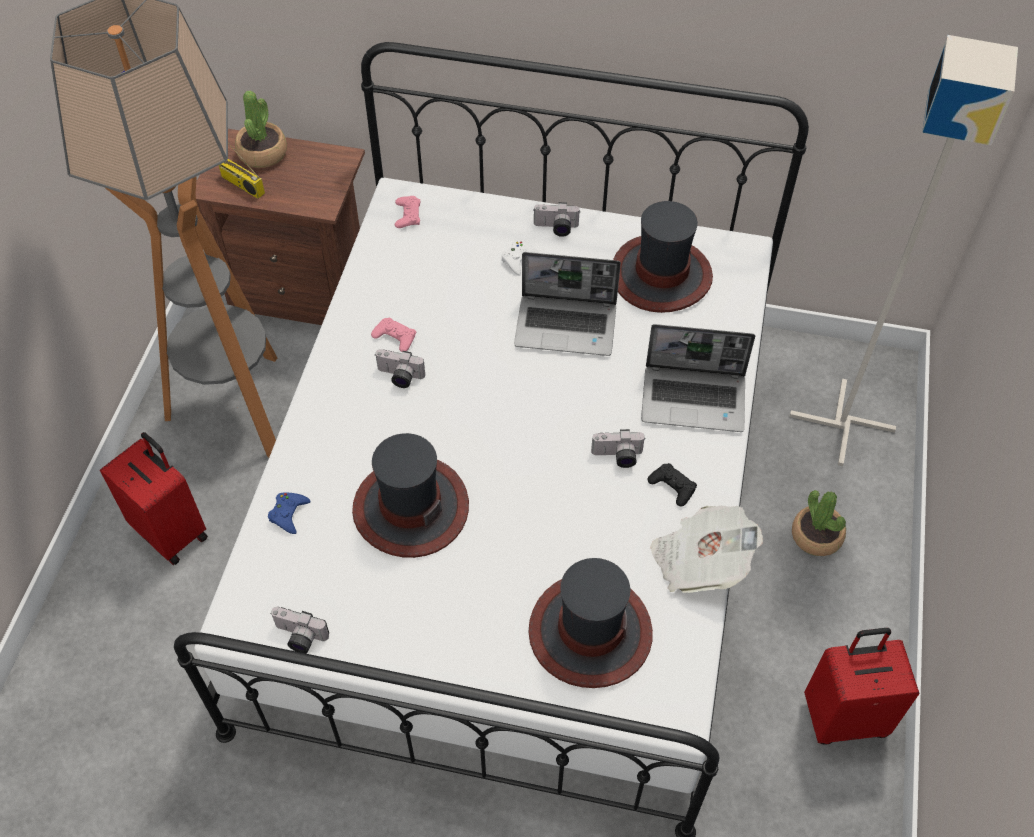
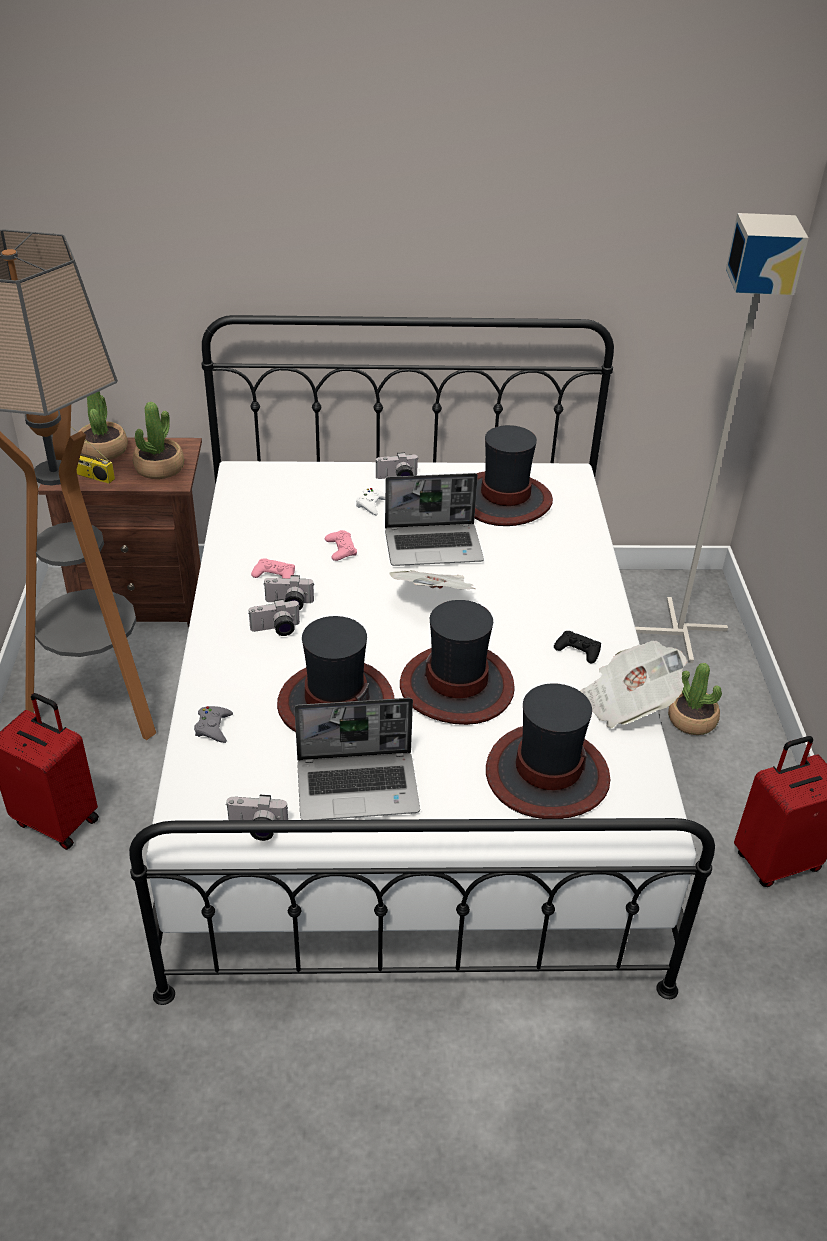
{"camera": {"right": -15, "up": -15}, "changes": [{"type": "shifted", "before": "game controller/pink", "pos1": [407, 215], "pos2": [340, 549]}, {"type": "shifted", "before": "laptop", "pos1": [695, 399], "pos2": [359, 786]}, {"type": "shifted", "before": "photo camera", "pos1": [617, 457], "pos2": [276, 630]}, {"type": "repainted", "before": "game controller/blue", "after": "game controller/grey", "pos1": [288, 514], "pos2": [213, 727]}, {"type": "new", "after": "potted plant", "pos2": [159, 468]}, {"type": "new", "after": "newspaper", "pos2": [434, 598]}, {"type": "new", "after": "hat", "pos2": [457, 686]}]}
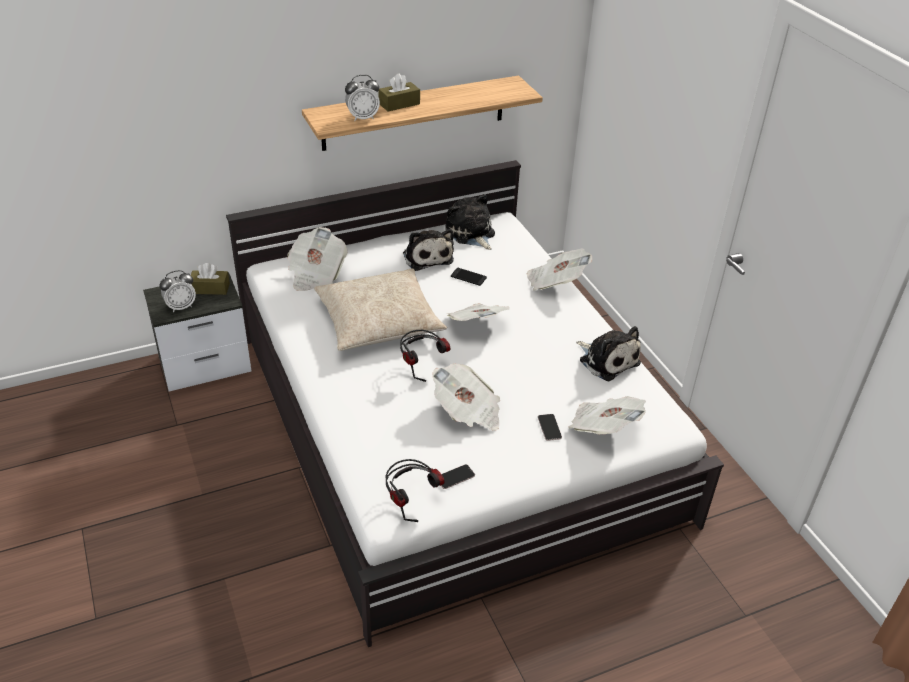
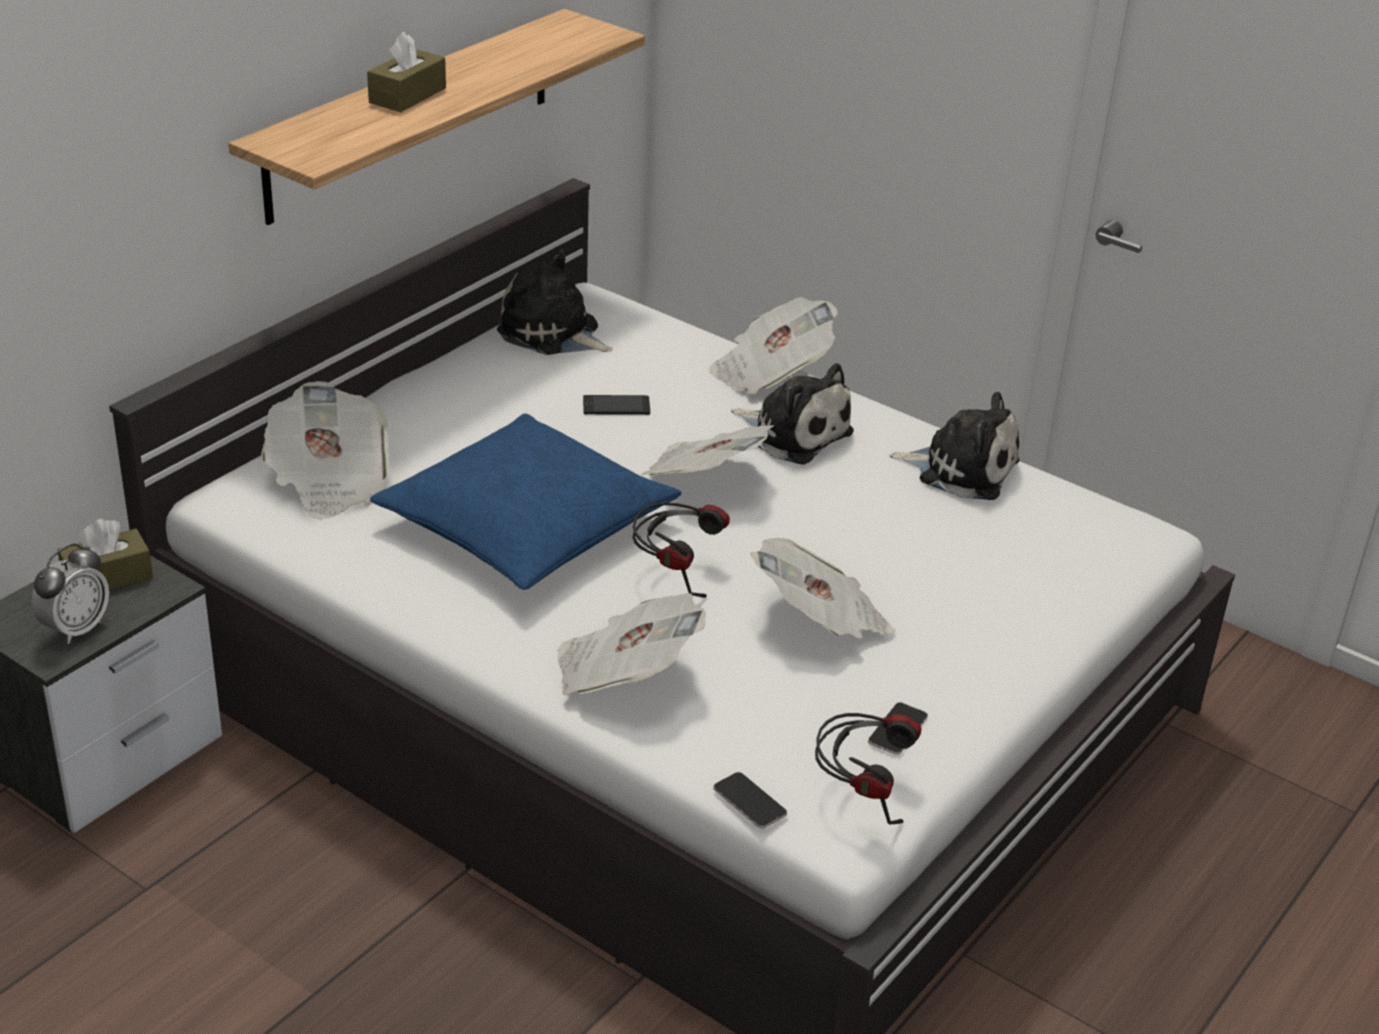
{"camera": {"right": -30, "up": -5}, "changes": [{"type": "gone", "before": "alarm clock", "pos1": [363, 117]}, {"type": "shifted", "before": "plush toy", "pos1": [427, 256], "pos2": [793, 433]}, {"type": "repainted", "before": "pillow/beige", "after": "pillow/blue", "pos1": [378, 321], "pos2": [525, 525]}, {"type": "shifted", "before": "newspaper", "pos1": [603, 428], "pos2": [624, 675]}, {"type": "shifted", "before": "phone", "pos1": [549, 427], "pos2": [749, 801]}]}
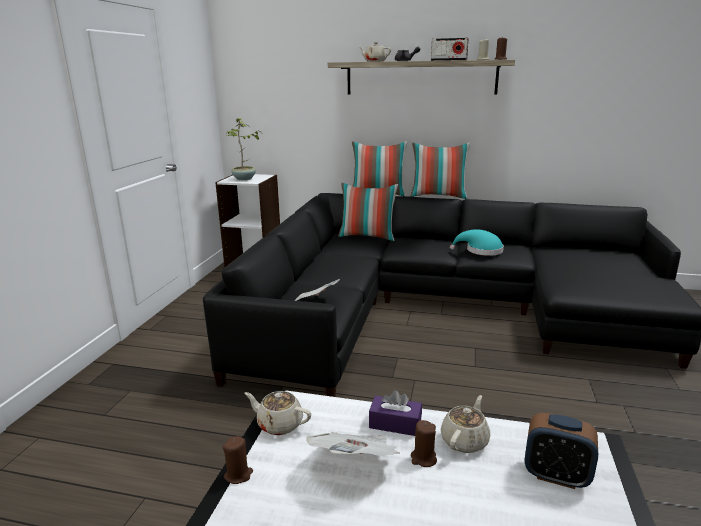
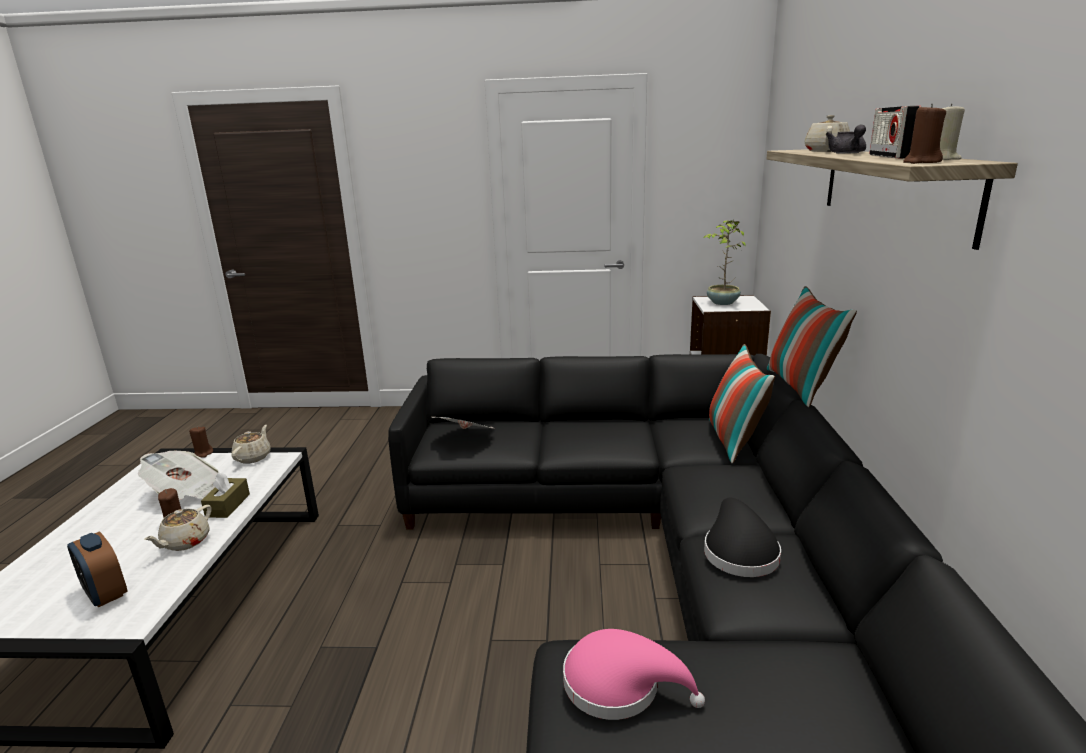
{"camera": {"right": 80, "up": 0}, "changes": [{"type": "gone", "before": "pillow", "pos1": [438, 196]}, {"type": "repainted", "before": "hat/turquoise", "after": "hat/black", "pos1": [481, 251], "pos2": [738, 551]}, {"type": "repainted", "before": "tissue box/purple", "after": "tissue box/brown", "pos1": [395, 424], "pos2": [228, 505]}, {"type": "rotated", "before": "teapot/beige", "pos1": [465, 440], "pos2": [185, 542], "turn": 90}, {"type": "rotated", "before": "alarm clock", "pos1": [556, 475], "pos2": [105, 594], "turn": -60}, {"type": "new", "after": "hat/pink", "pos2": [619, 685]}]}
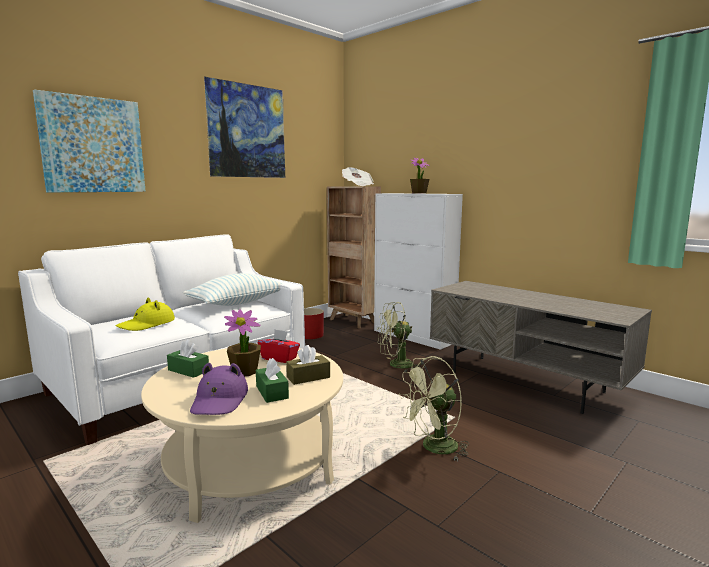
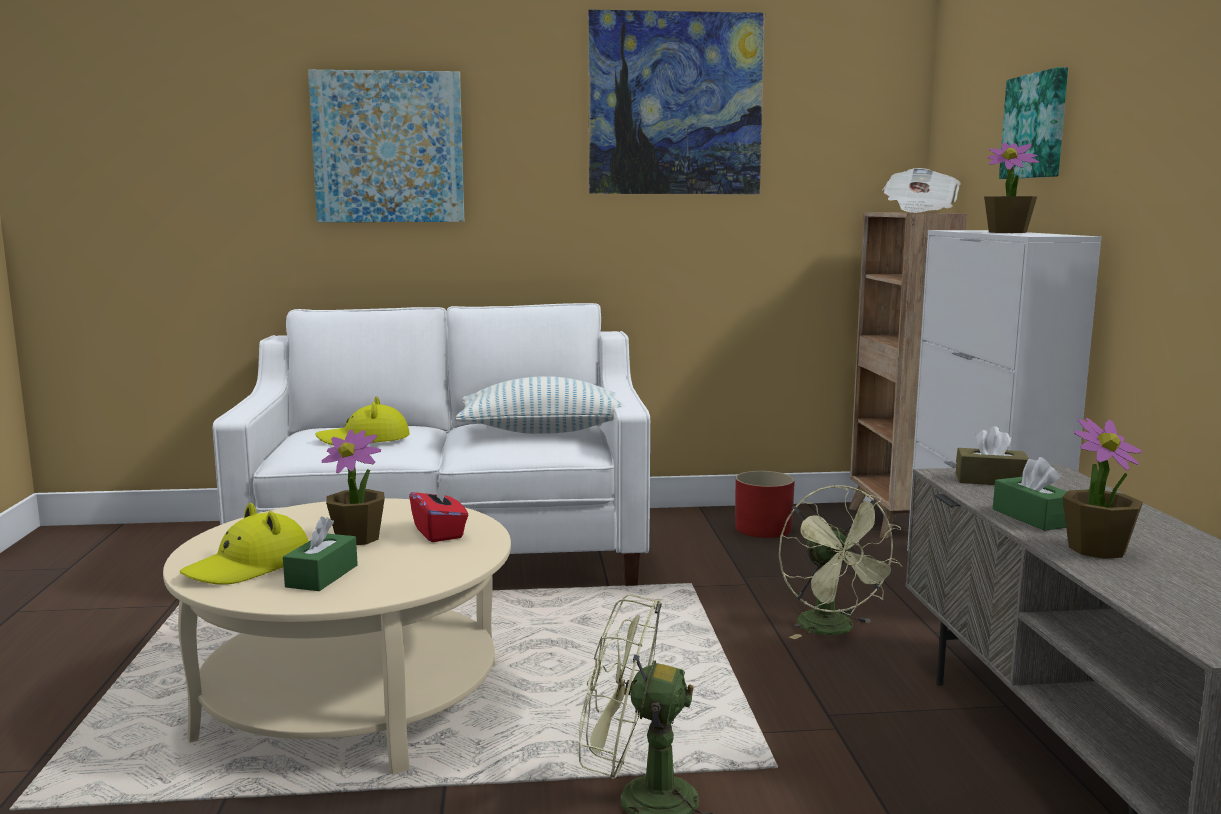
{"camera": {"right": 40, "up": 0}, "changes": [{"type": "rotated", "before": "fan/green", "pos1": [396, 365], "pos2": [834, 630], "turn": -135}, {"type": "shifted", "before": "tissue box/green", "pos1": [188, 370], "pos2": [1032, 517]}, {"type": "shifted", "before": "tissue box/brown", "pos1": [308, 377], "pos2": [990, 480]}, {"type": "repainted", "before": "hat/purple", "after": "hat/yellow", "pos1": [220, 400], "pos2": [249, 566]}, {"type": "new", "after": "picture", "pos2": [1036, 126]}, {"type": "new", "after": "potted plant", "pos2": [1097, 549]}]}
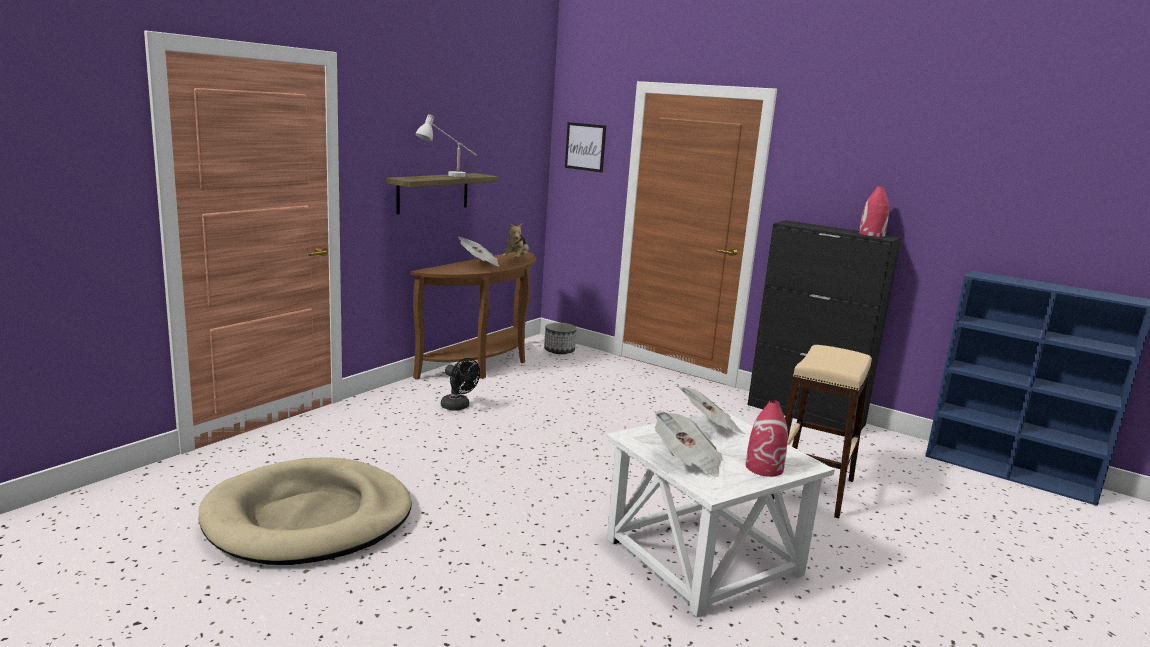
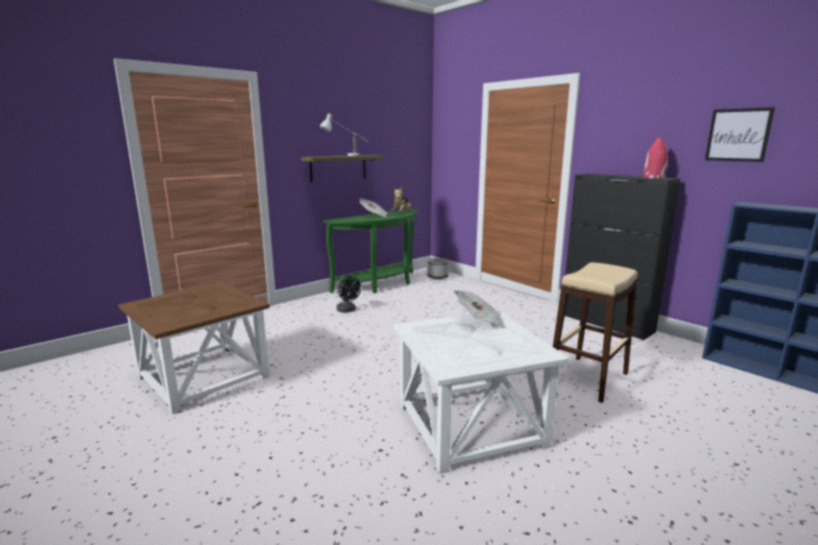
{"camera": {"right": 15, "up": 0}, "changes": [{"type": "shifted", "before": "picture", "pos1": [585, 147], "pos2": [738, 135]}, {"type": "repainted", "before": "console table/brown", "after": "console table/green", "pos1": [484, 364], "pos2": [381, 285]}, {"type": "gone", "before": "vase/red", "pos1": [764, 468]}, {"type": "gone", "before": "newspaper", "pos1": [687, 461]}, {"type": "swapped", "before": "dog bed/beige", "after": "side table/brown", "pos1": [309, 518], "pos2": [205, 377]}]}
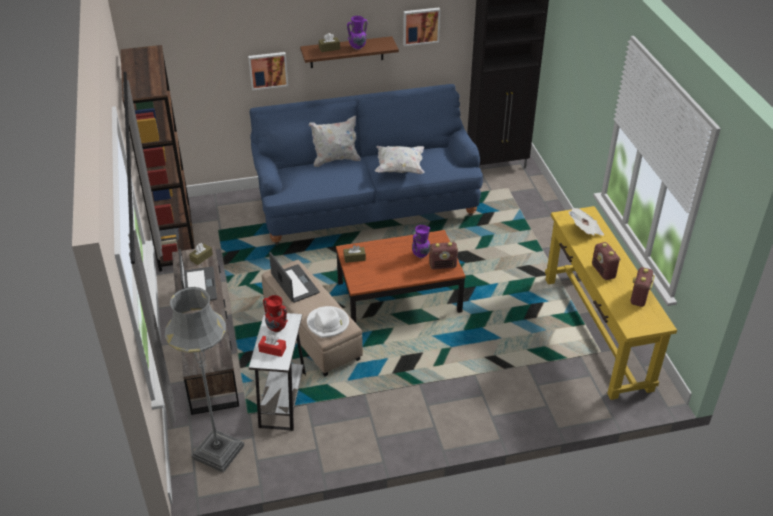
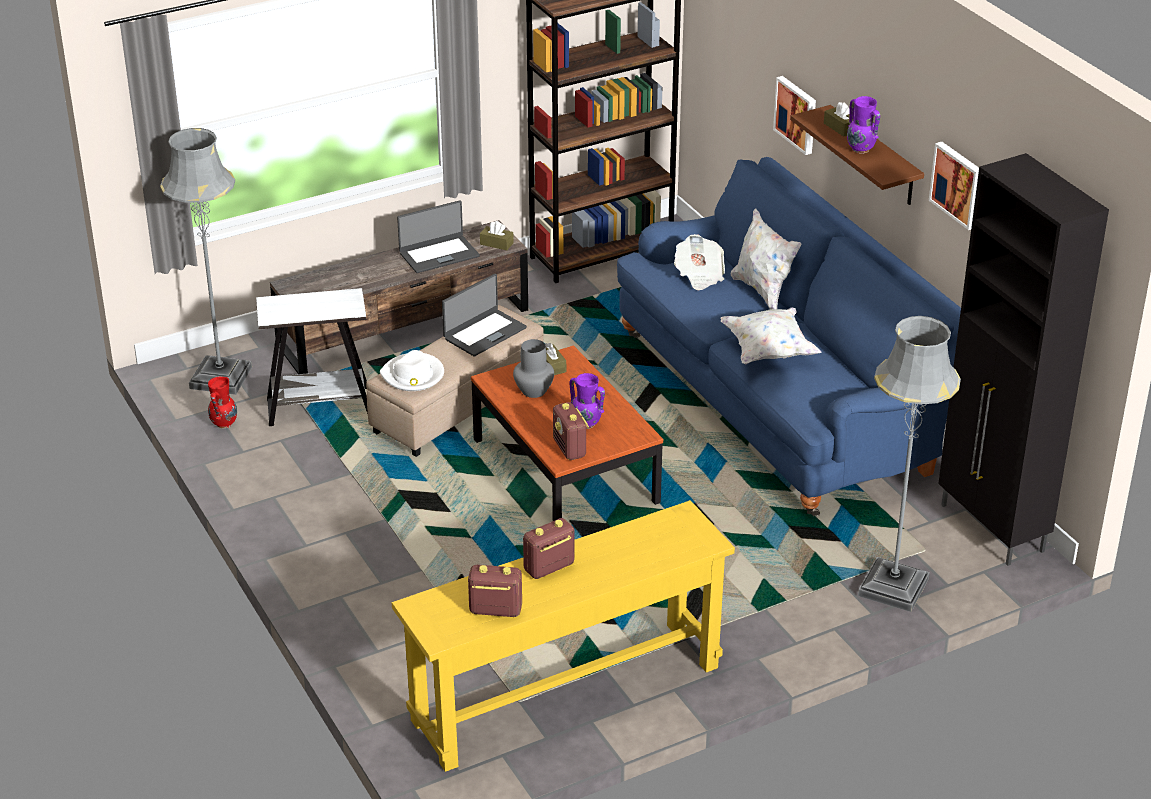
{"camera": {"right": 75, "up": -5}, "changes": [{"type": "shifted", "before": "newspaper", "pos1": [585, 230], "pos2": [699, 275]}, {"type": "shifted", "before": "vase/red", "pos1": [277, 328], "pos2": [223, 424]}, {"type": "gone", "before": "tissue box/red", "pos1": [272, 350]}, {"type": "new", "after": "floor lamp/grey", "pos2": [893, 587]}, {"type": "new", "after": "vase/grey", "pos2": [534, 390]}]}
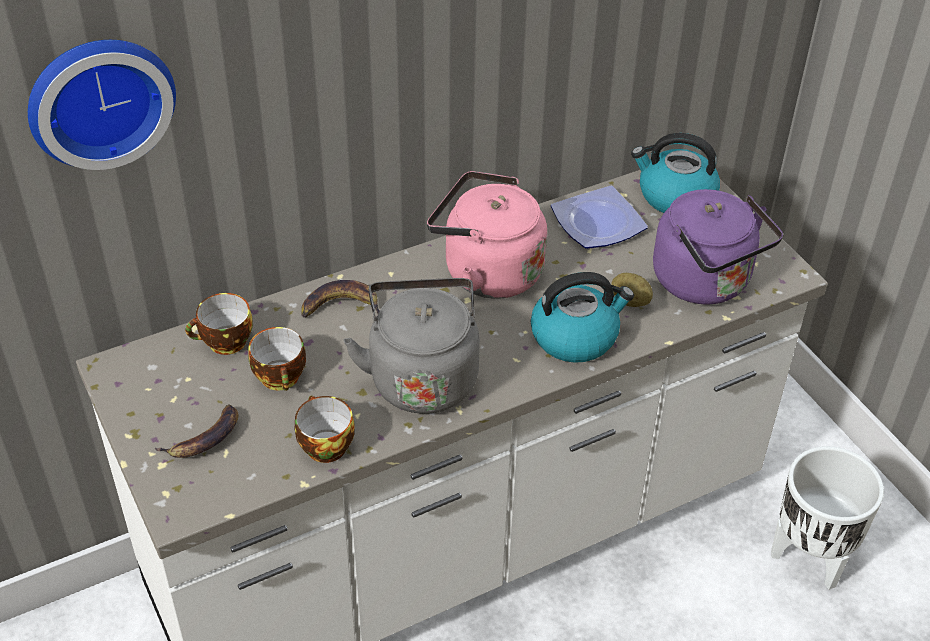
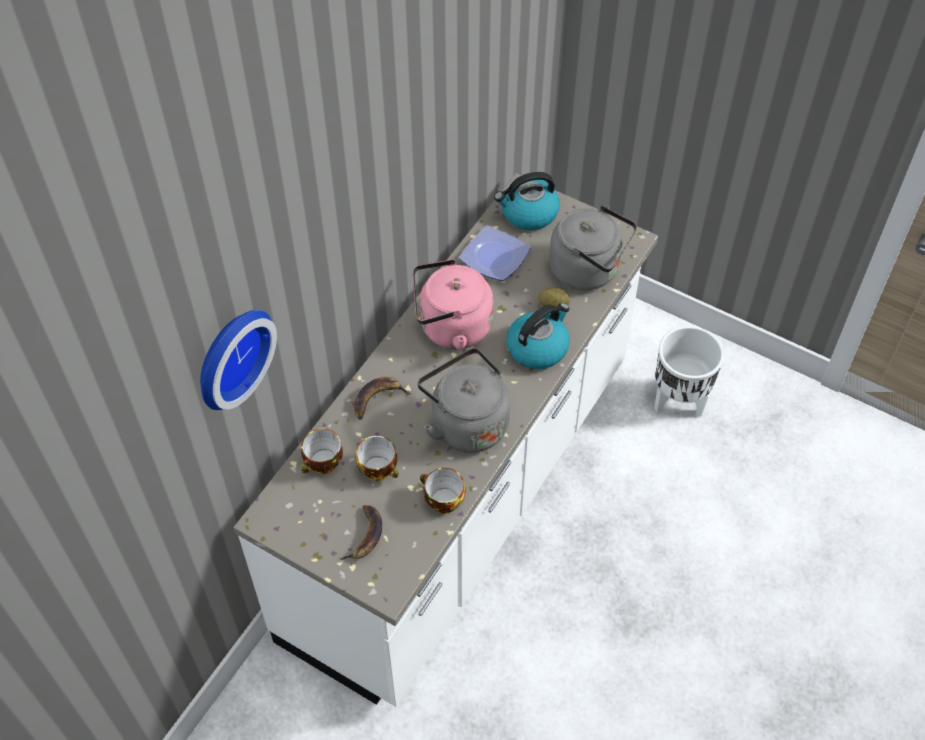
{"camera": {"right": -30, "up": 10}, "changes": [{"type": "repainted", "before": "kettle/purple", "after": "kettle/grey", "pos1": [706, 283], "pos2": [588, 270]}]}
